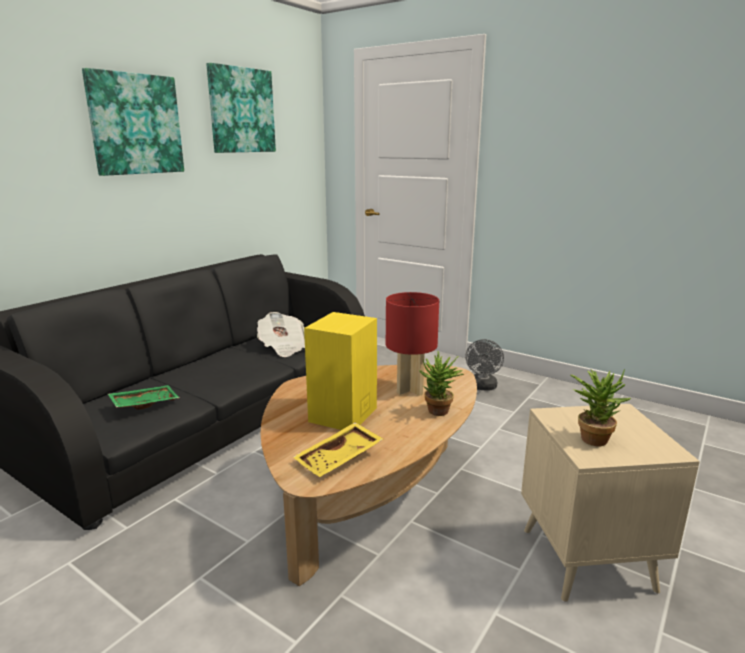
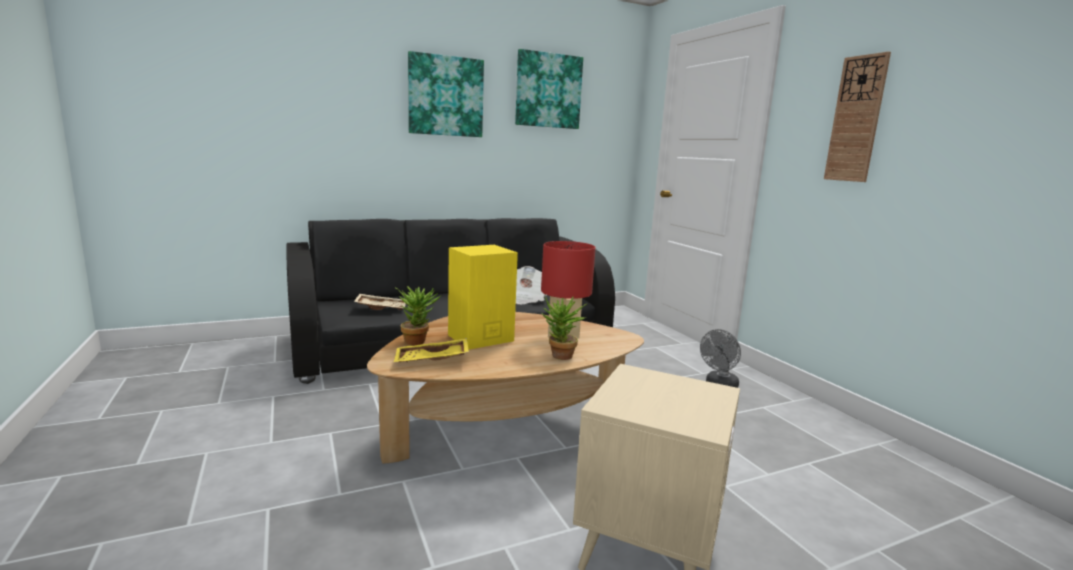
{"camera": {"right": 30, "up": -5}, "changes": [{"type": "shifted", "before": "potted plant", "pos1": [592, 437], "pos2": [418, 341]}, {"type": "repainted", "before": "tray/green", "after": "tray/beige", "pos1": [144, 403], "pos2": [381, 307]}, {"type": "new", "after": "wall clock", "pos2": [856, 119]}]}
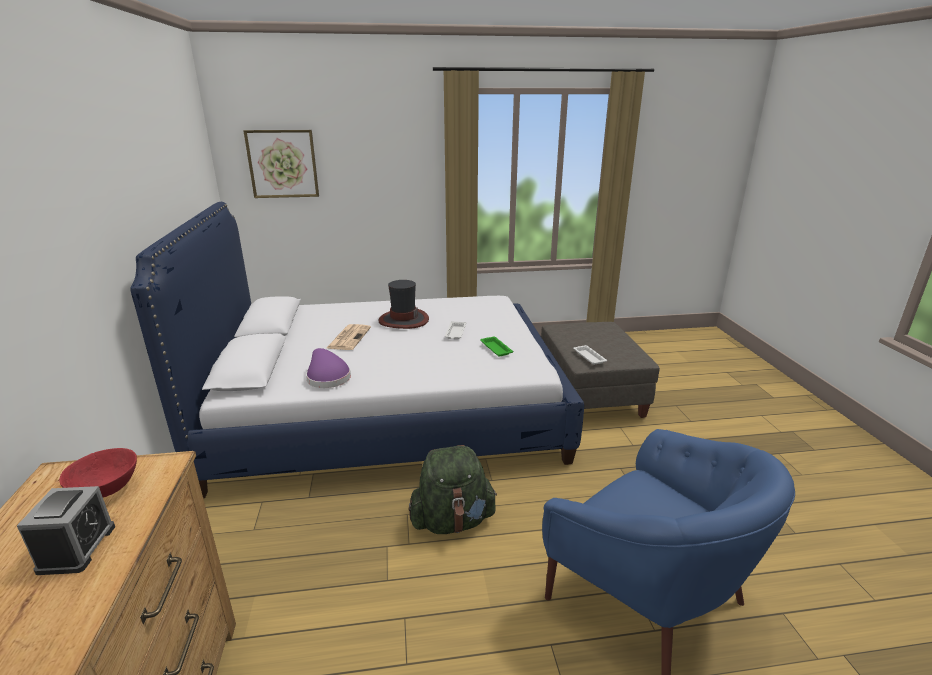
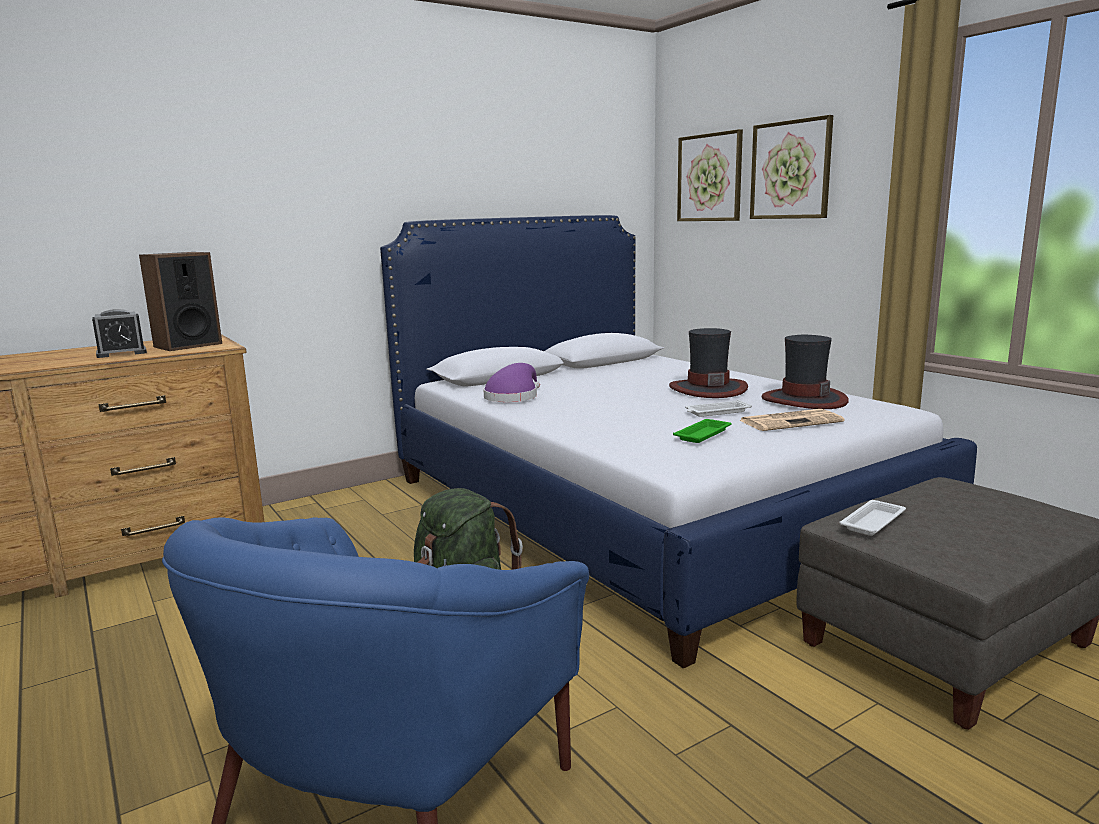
{"camera": {"right": 65, "up": -10}, "changes": [{"type": "shifted", "before": "newspaper", "pos1": [349, 337], "pos2": [791, 421]}, {"type": "swapped", "before": "bowl/red", "after": "speaker", "pos1": [107, 490], "pos2": [187, 345]}, {"type": "new", "after": "picture", "pos2": [790, 170]}, {"type": "new", "after": "hat", "pos2": [803, 400]}]}
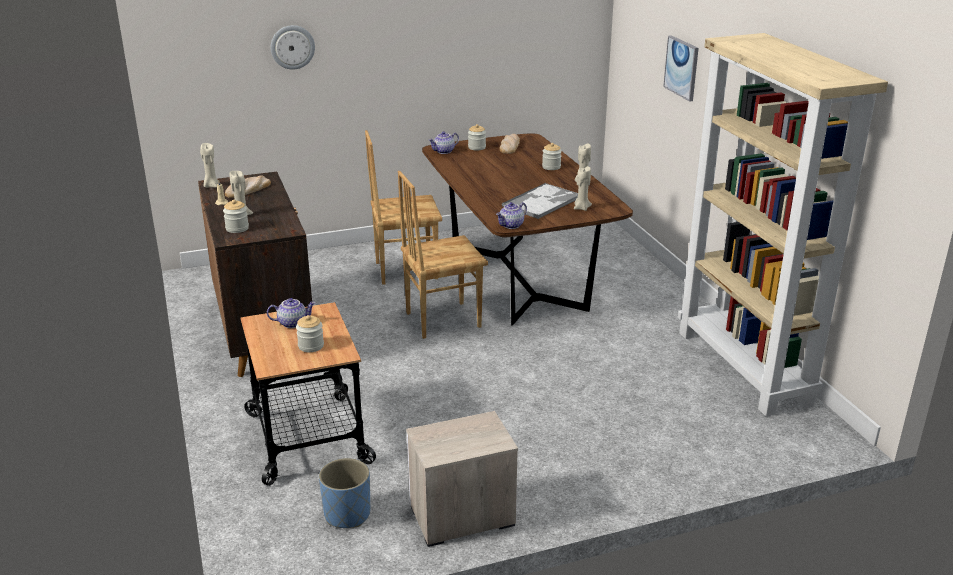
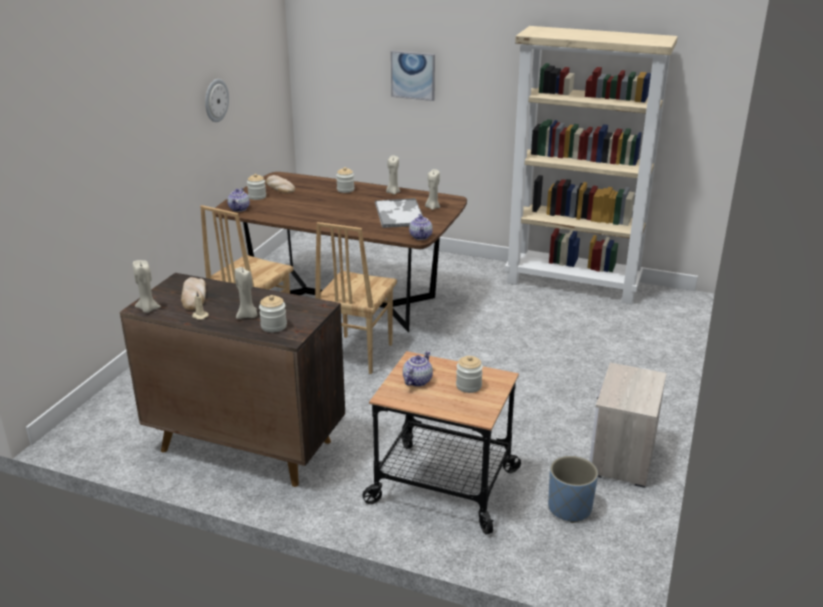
{"camera": {"right": -50, "up": 0}, "changes": [{"type": "shifted", "before": "wall clock", "pos1": [292, 47], "pos2": [215, 100]}]}
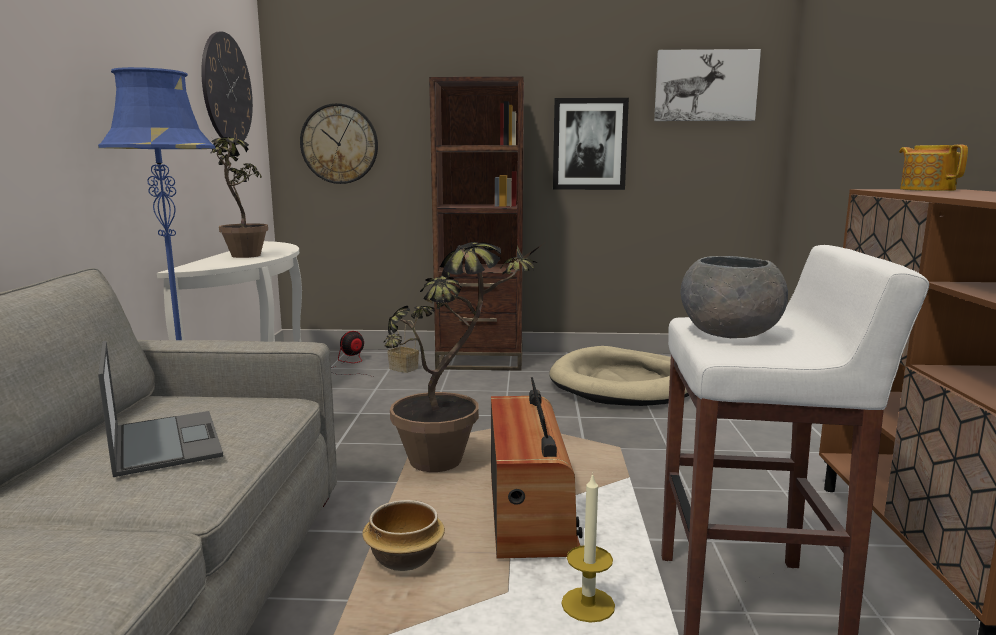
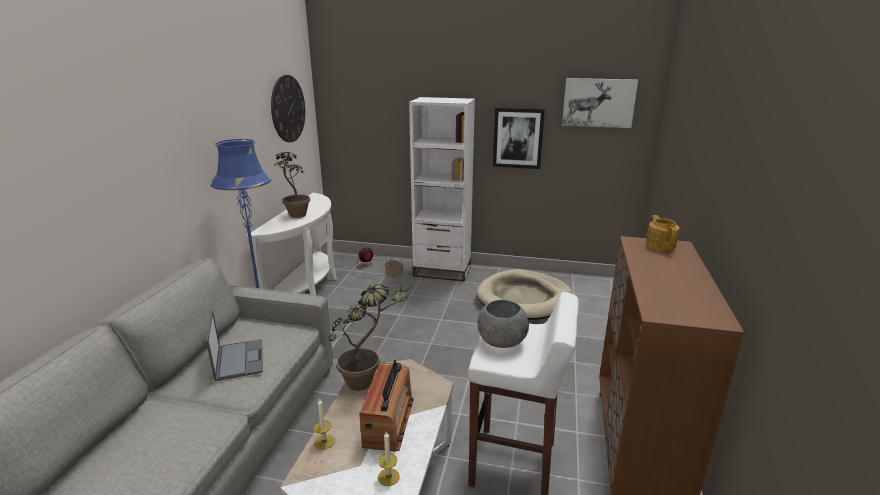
{"camera": {"right": 10, "up": 10}, "changes": [{"type": "repainted", "before": "bookcase/brown", "after": "bookcase/white", "pos1": [480, 361], "pos2": [442, 271]}, {"type": "gone", "before": "wall clock", "pos1": [339, 144]}, {"type": "swapped", "before": "bowl", "after": "candle", "pos1": [403, 558], "pos2": [324, 442]}]}
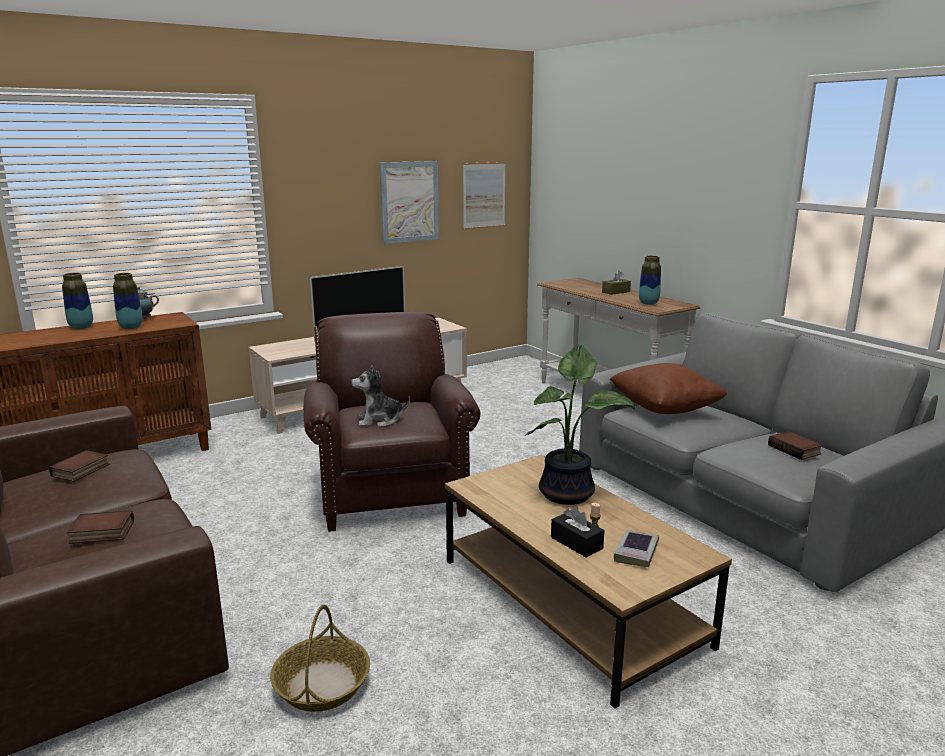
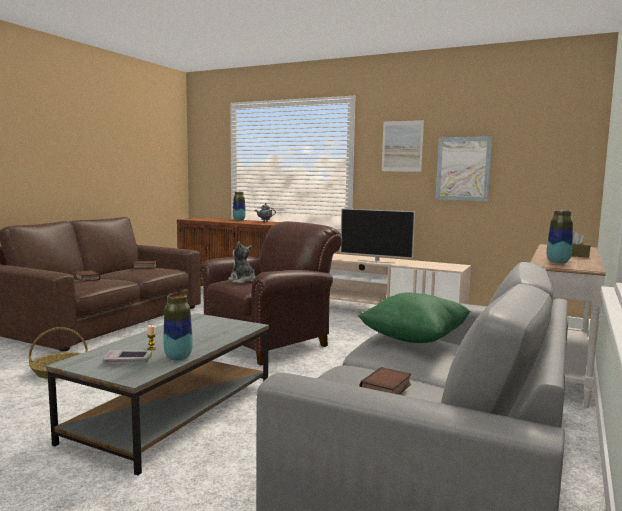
{"camera": {"right": 60, "up": -10}, "changes": [{"type": "shifted", "before": "picture", "pos1": [484, 195], "pos2": [402, 146]}, {"type": "shifted", "before": "vase", "pos1": [131, 327], "pos2": [178, 357]}, {"type": "gone", "before": "potted plant", "pos1": [569, 493]}, {"type": "repainted", "before": "pillow/brown", "after": "pillow/green", "pos1": [665, 409], "pos2": [414, 339]}, {"type": "repainted", "before": "coffee table/brown", "after": "coffee table/grey", "pos1": [570, 601], "pos2": [174, 413]}, {"type": "gone", "before": "tissue box/black", "pos1": [576, 543]}]}
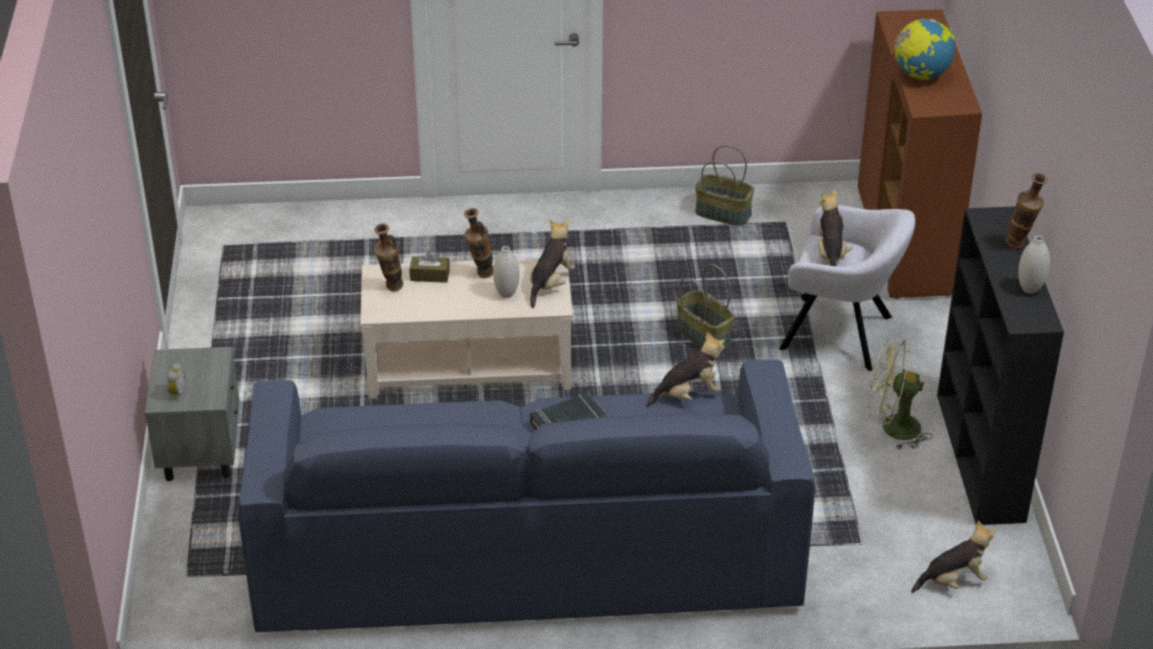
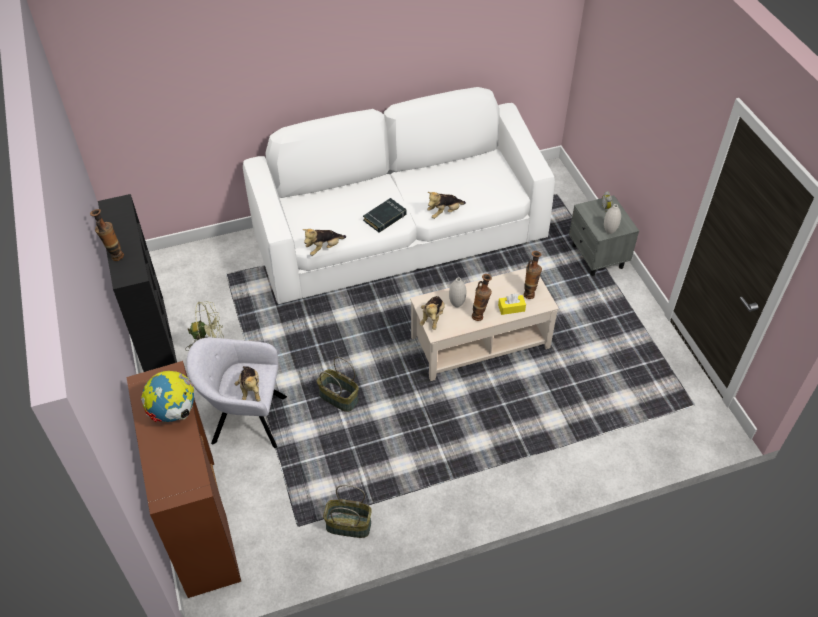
{"camera": {"right": 165, "up": 10}, "changes": [{"type": "shifted", "before": "vase/white", "pos1": [1029, 289], "pos2": [609, 231]}, {"type": "repainted", "before": "tissue box/brown", "after": "tissue box/yellow", "pos1": [430, 275], "pos2": [511, 308]}, {"type": "repainted", "before": "sofa/blue", "after": "sofa/white", "pos1": [526, 552], "pos2": [400, 236]}, {"type": "shifted", "before": "plush toy", "pos1": [953, 581], "pos2": [444, 212]}]}
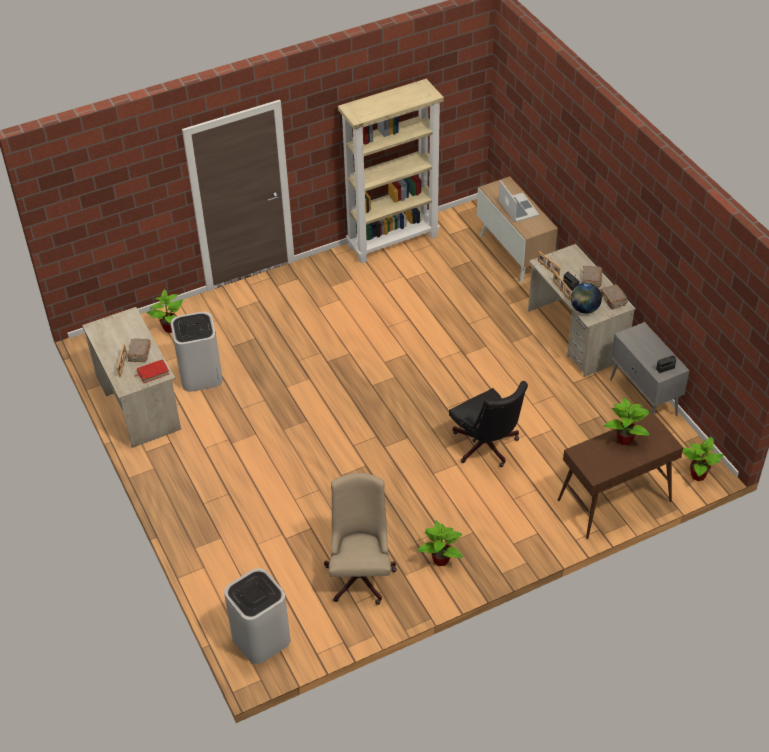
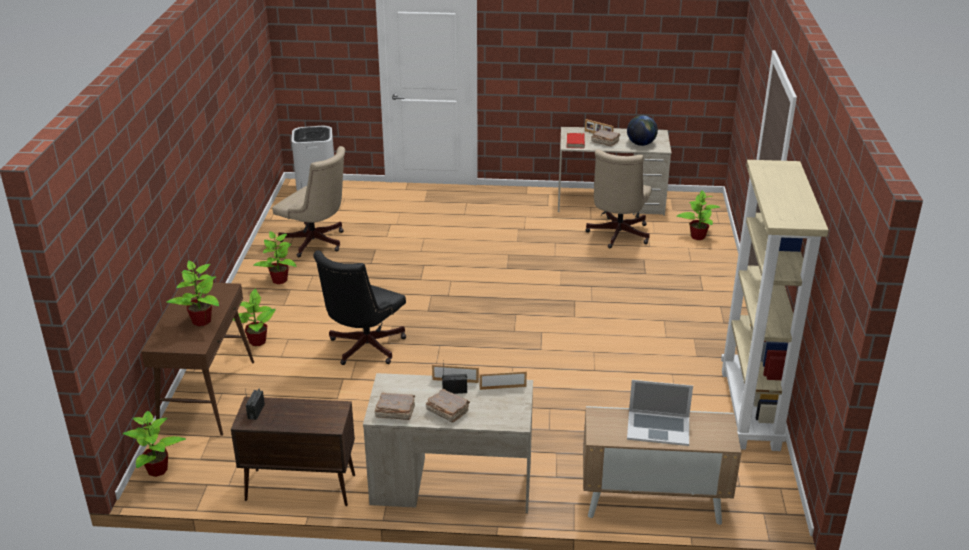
{"camera": {"right": 120, "up": -15}, "changes": [{"type": "shifted", "before": "globe", "pos1": [584, 309], "pos2": [641, 144]}, {"type": "swapped", "before": "trash can/white", "after": "office chair/beige", "pos1": [201, 375], "pos2": [617, 235]}, {"type": "repainted", "before": "cabinet/grey", "after": "cabinet/brown", "pos1": [643, 398], "pos2": [299, 488]}, {"type": "rotated", "before": "office chair/black", "pos1": [487, 448], "pos2": [363, 348], "turn": -60}, {"type": "new", "after": "potted plant", "pos2": [257, 341]}]}
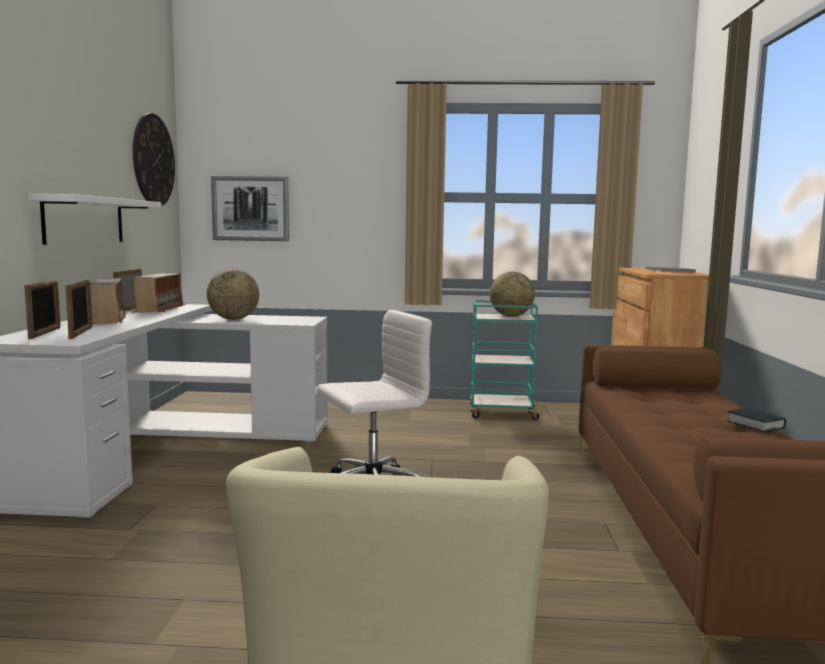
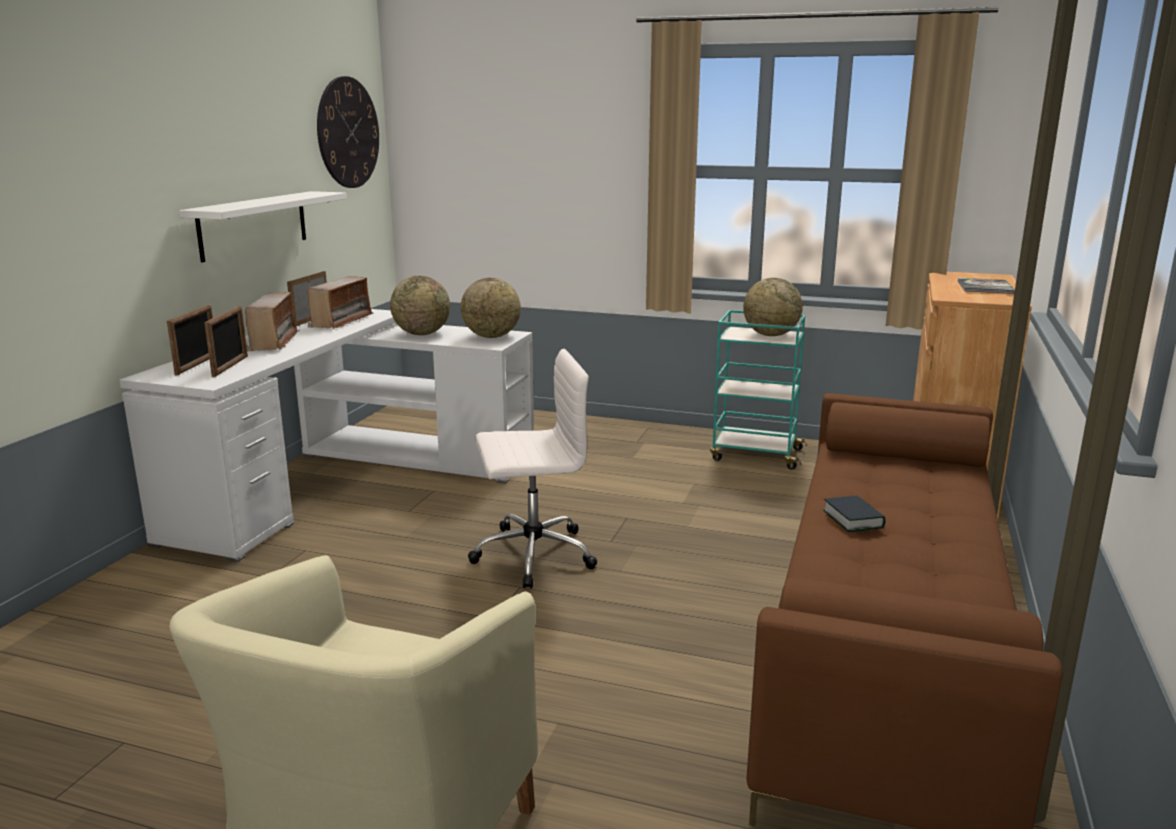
{"camera": {"right": 15, "up": 10}, "changes": [{"type": "gone", "before": "picture", "pos1": [250, 208]}, {"type": "shifted", "before": "book", "pos1": [755, 425], "pos2": [853, 519]}, {"type": "new", "after": "globe", "pos2": [491, 336]}]}
